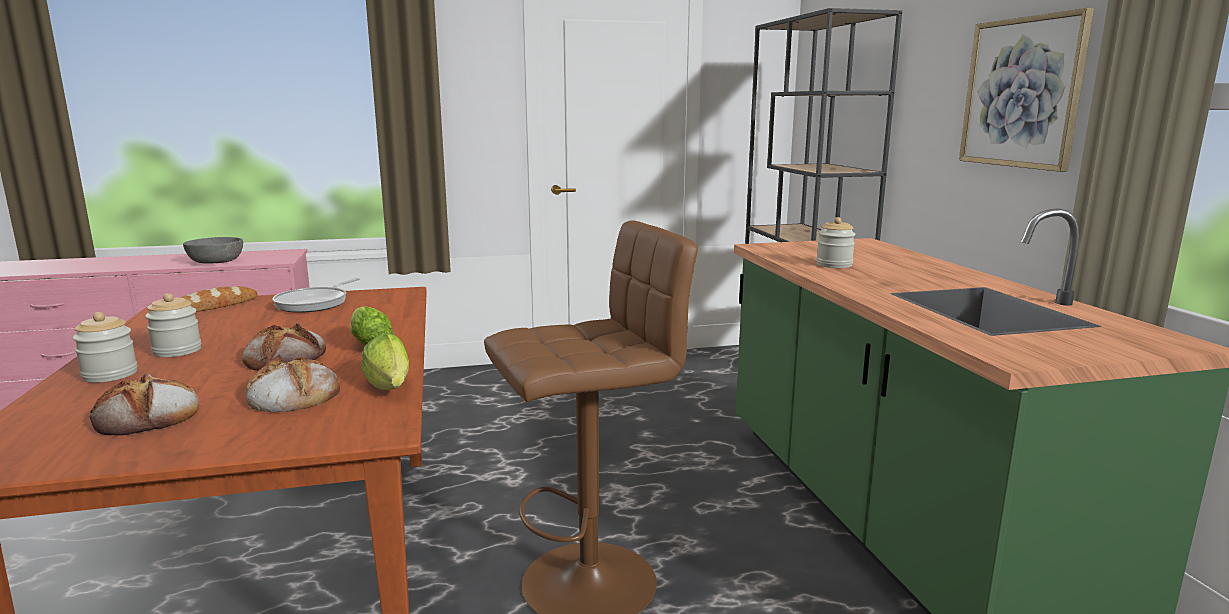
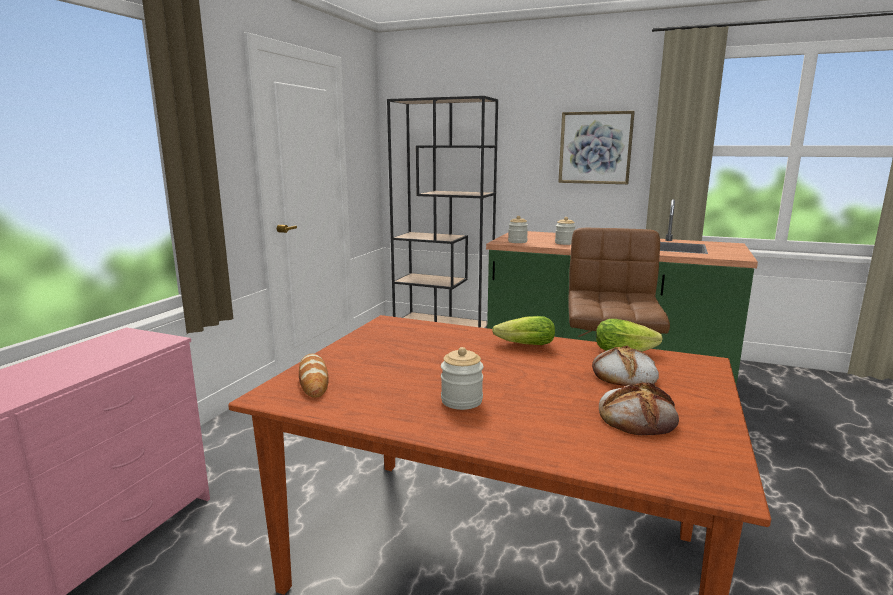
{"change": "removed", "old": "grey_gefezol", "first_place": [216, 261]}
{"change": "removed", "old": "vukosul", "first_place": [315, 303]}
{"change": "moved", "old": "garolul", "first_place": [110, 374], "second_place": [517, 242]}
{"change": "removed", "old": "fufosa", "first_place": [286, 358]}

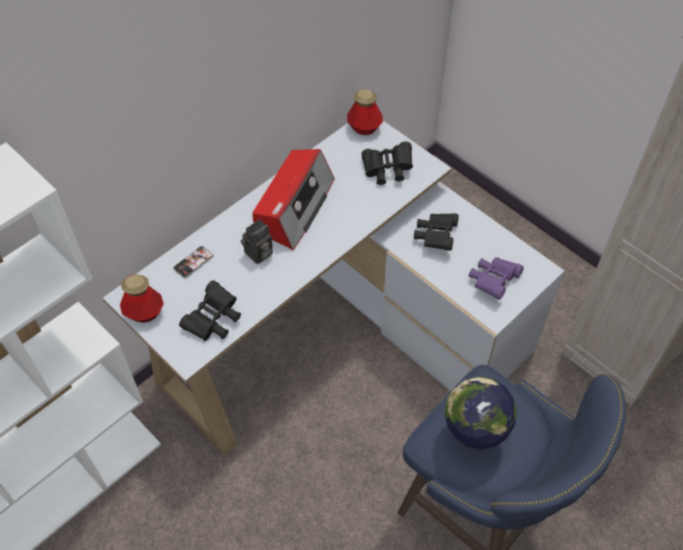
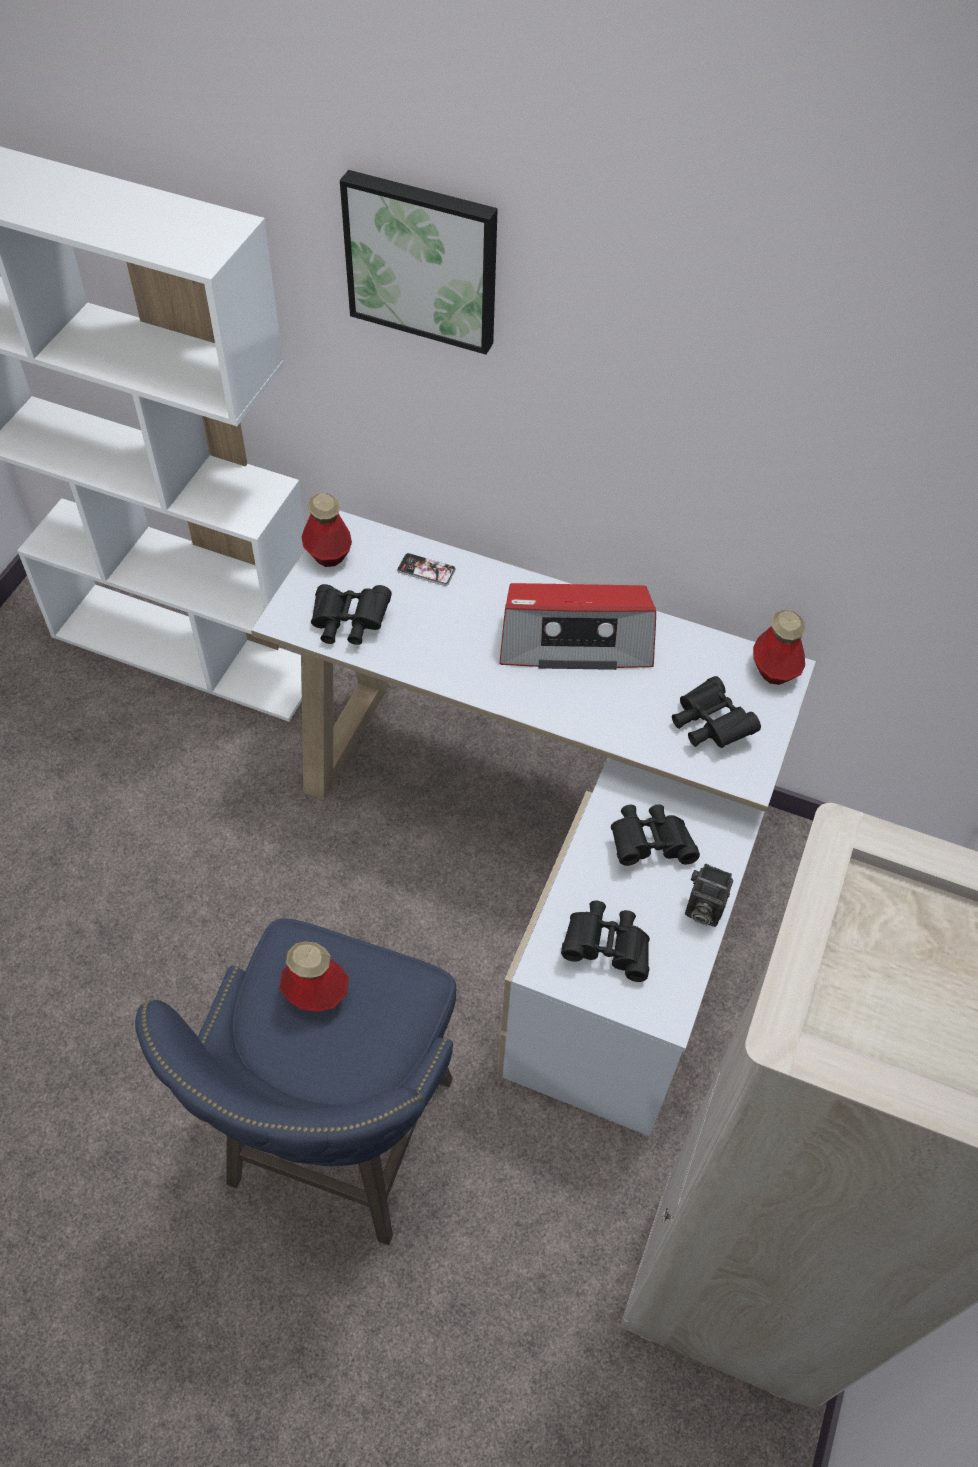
{"change": "moved", "old": "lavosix", "first_place": [259, 255], "second_place": [701, 909]}
{"change": "recoloured", "old": "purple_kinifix", "new": "black_kinifix", "first_place": [493, 281], "second_place": [607, 947]}
{"change": "replaced", "old": "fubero", "new": "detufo", "first_place": [473, 436], "second_place": [316, 993]}
{"change": "added", "new": "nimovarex", "second_place": [423, 259]}

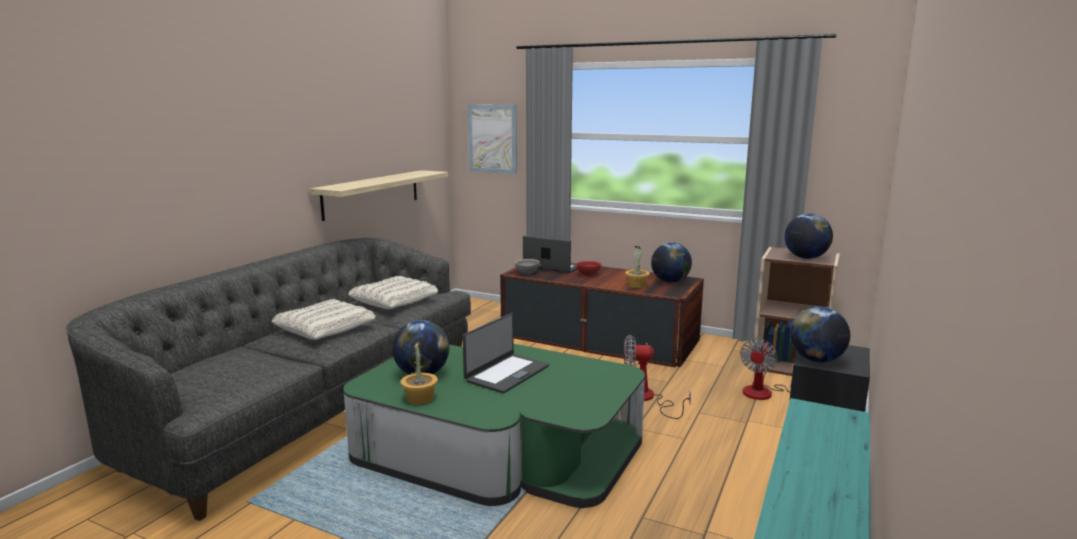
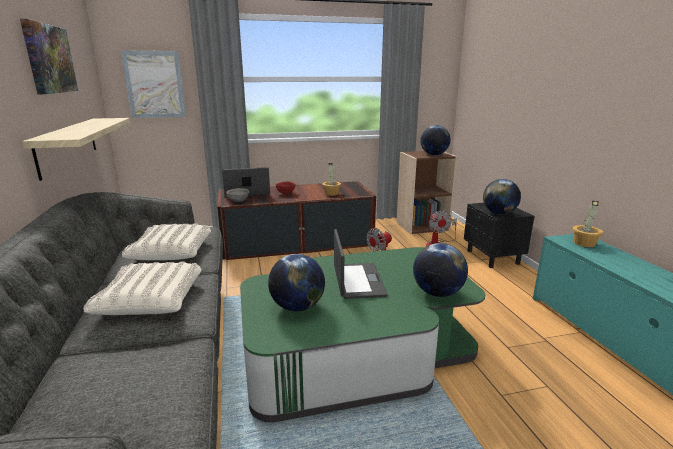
{"change": "moved", "old": "fubero", "first_place": [670, 281], "second_place": [437, 293]}
{"change": "moved", "old": "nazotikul", "first_place": [420, 398], "second_place": [584, 243]}
{"change": "added", "new": "nimovarex", "second_place": [49, 59]}

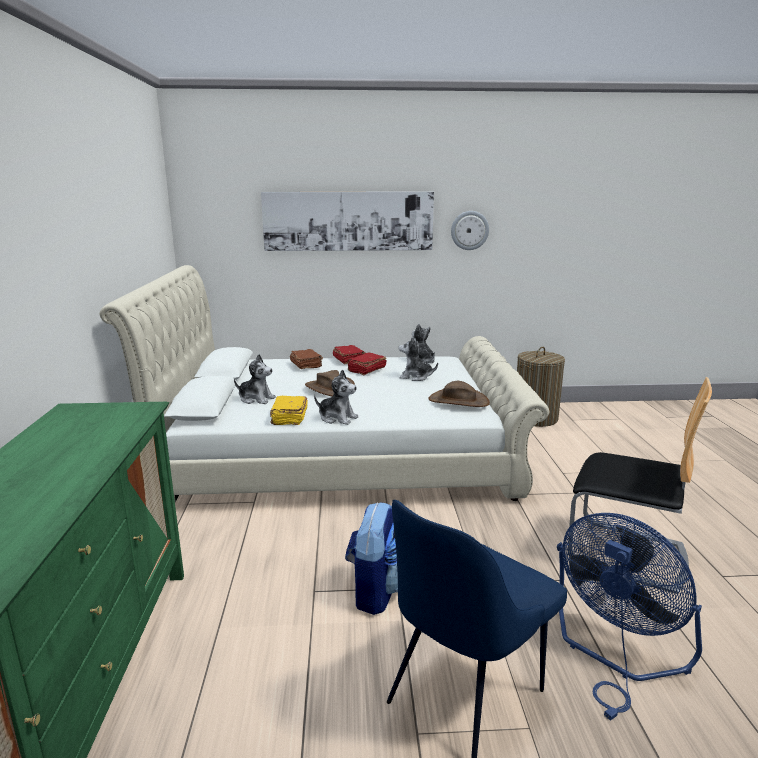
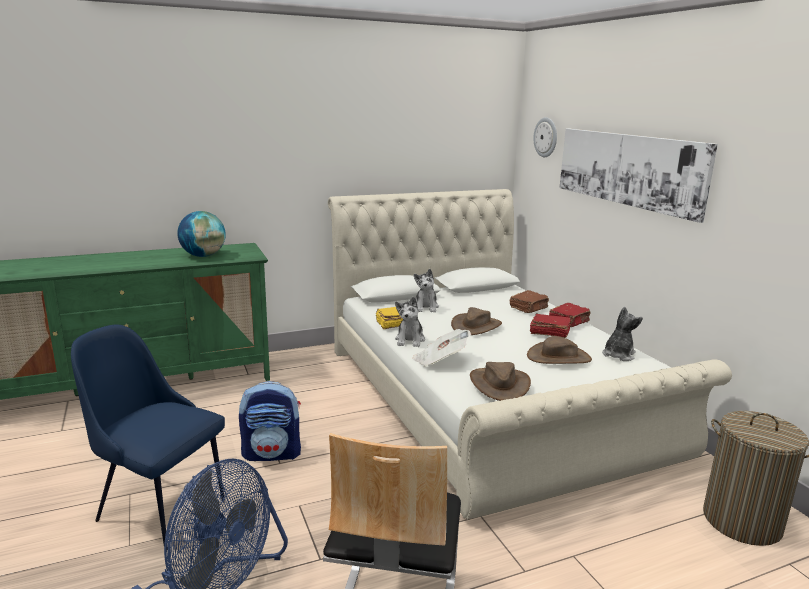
{"change": "moved", "old": "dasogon", "first_place": [469, 230], "second_place": [546, 137]}
{"change": "replaced", "old": "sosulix", "new": "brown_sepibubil", "first_place": [415, 377], "second_place": [559, 357]}
{"change": "added", "new": "fubero", "second_place": [203, 256]}
{"change": "added", "new": "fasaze", "second_place": [440, 361]}

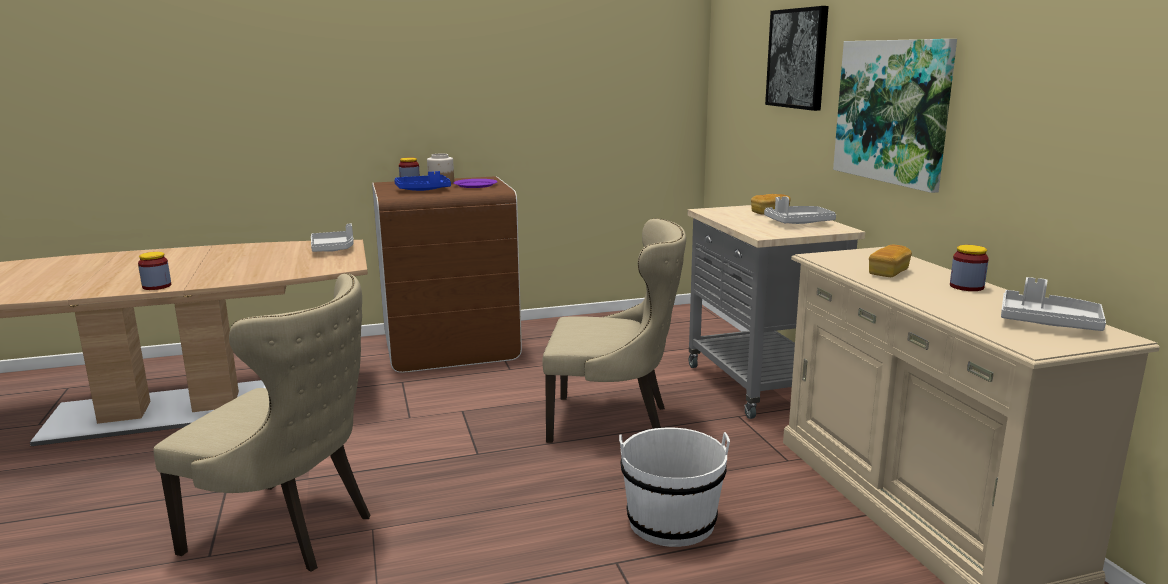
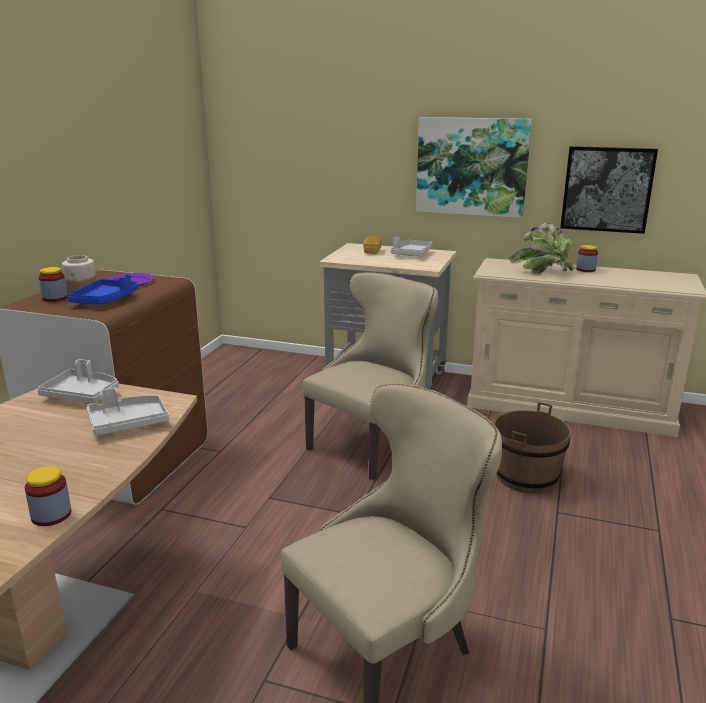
{"change": "moved", "old": "nimovarex", "first_place": [797, 58], "second_place": [607, 189]}
{"change": "replaced", "old": "fufosa", "new": "nazotikul", "first_place": [888, 273], "second_place": [542, 272]}
{"change": "moved", "old": "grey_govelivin", "first_place": [1048, 323], "second_place": [128, 423]}
{"change": "recoloured", "old": "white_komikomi", "new": "brown_komikomi", "first_place": [671, 522], "second_place": [526, 476]}

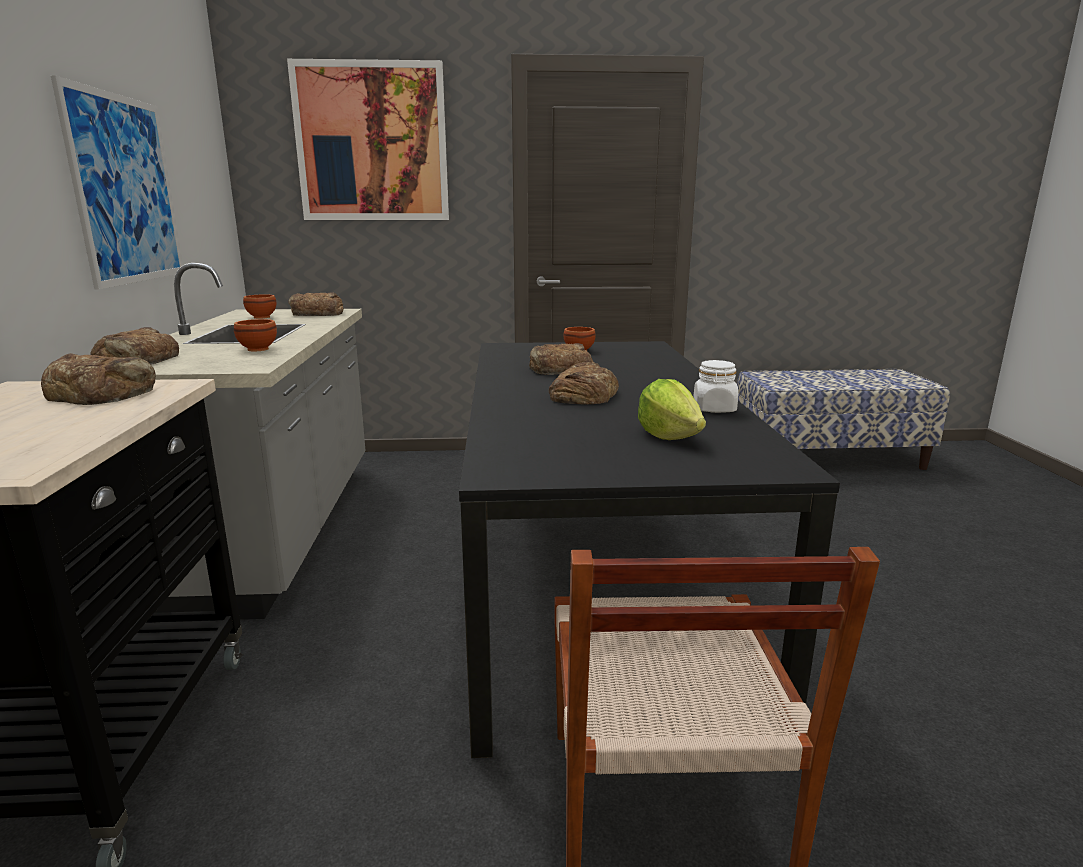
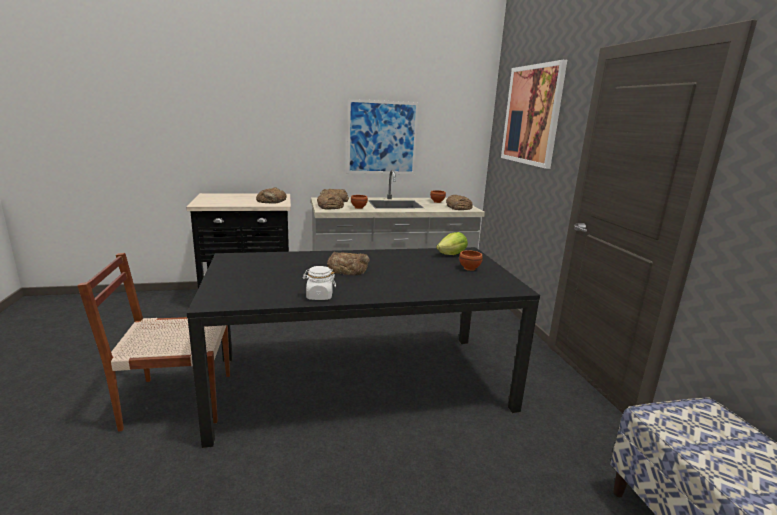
{"change": "moved", "old": "fufosa", "first_place": [559, 369], "second_place": [329, 206]}
{"change": "moved", "old": "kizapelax", "first_place": [669, 436], "second_place": [452, 255]}

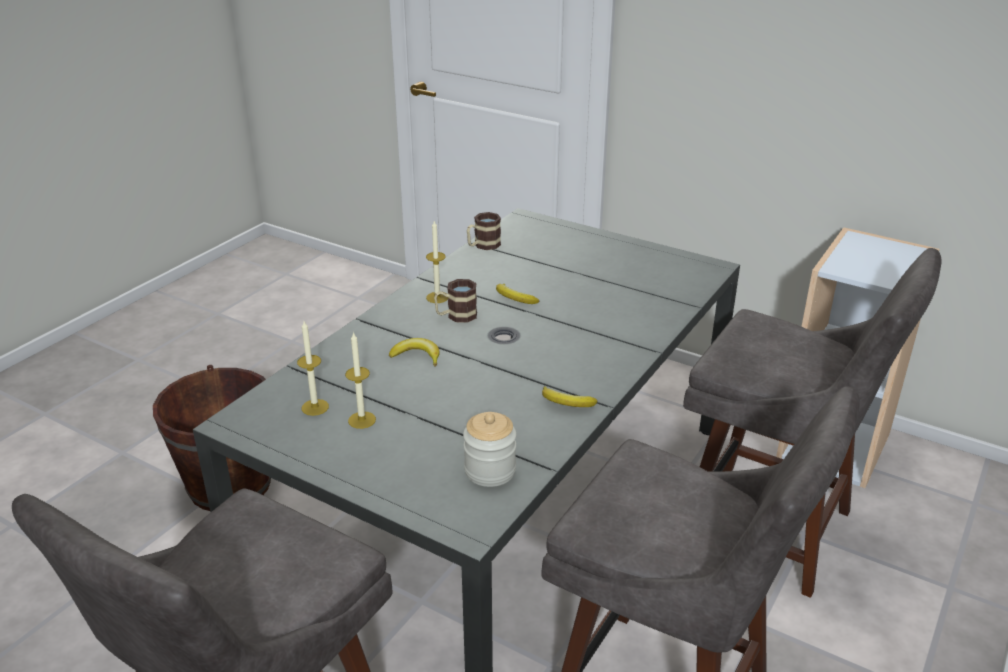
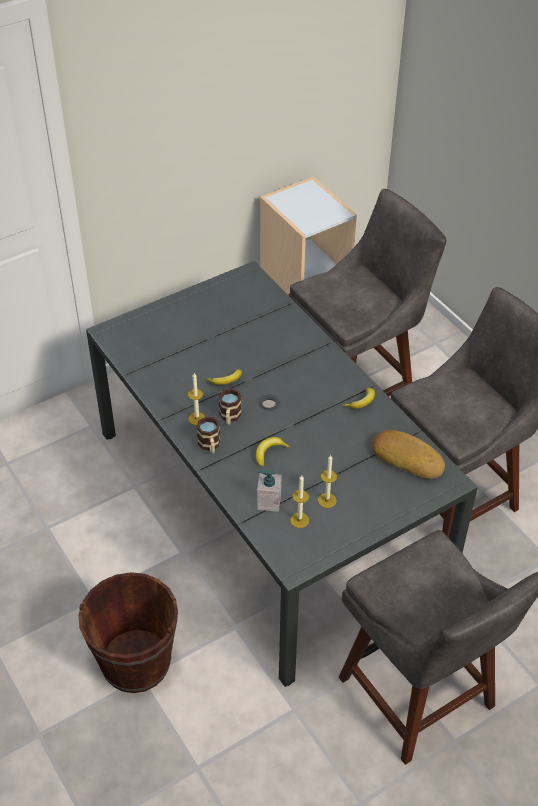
{"change": "moved", "old": "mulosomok", "first_place": [483, 246], "second_place": [210, 446]}
{"change": "replaced", "old": "garolul", "new": "fufosa", "first_place": [490, 471], "second_place": [407, 457]}
{"change": "added", "new": "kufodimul", "second_place": [268, 502]}

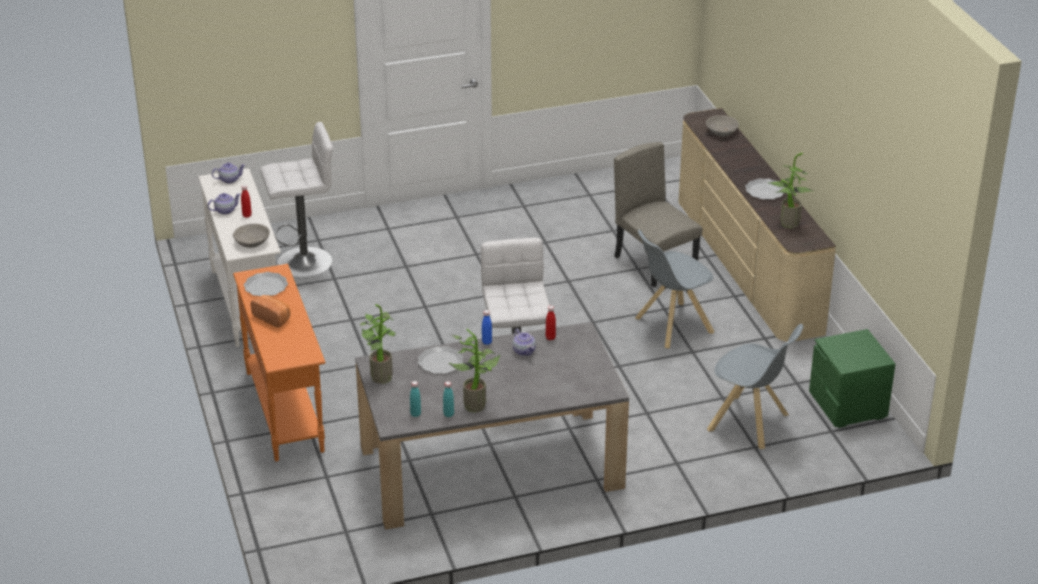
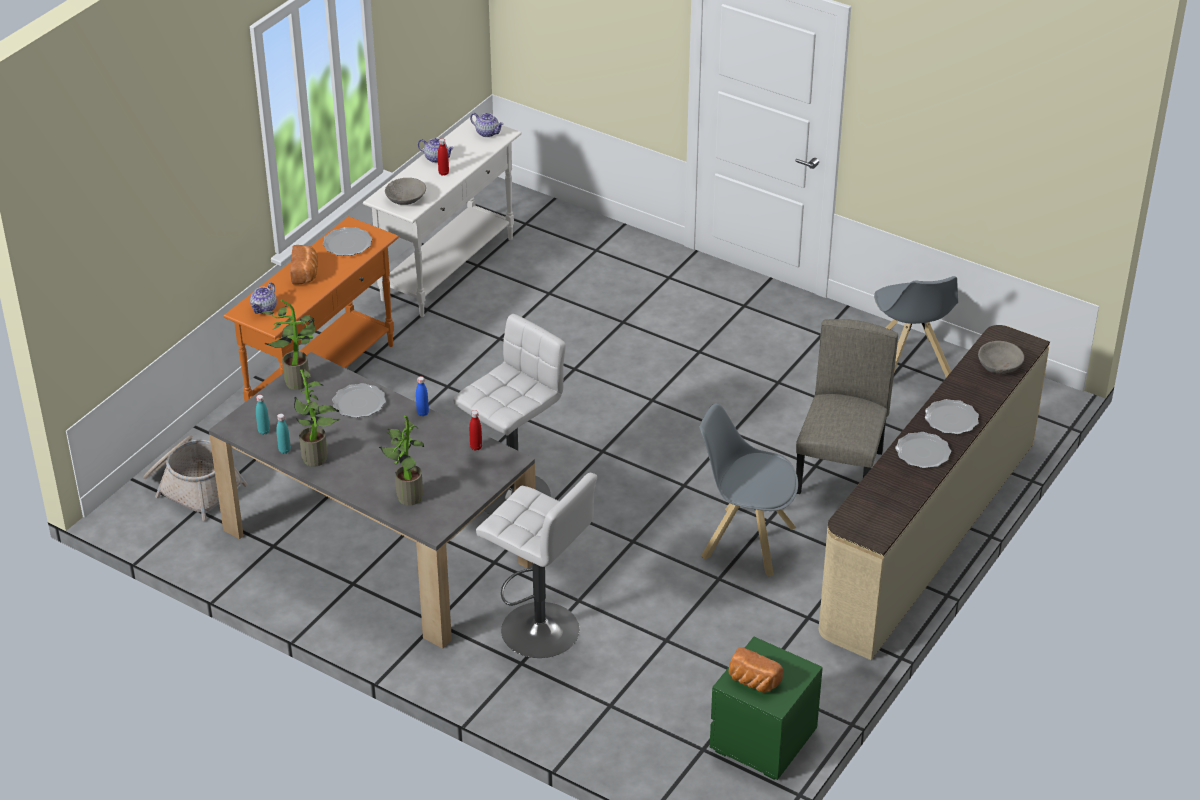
{"change": "moved", "old": "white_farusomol", "first_place": [305, 262], "second_place": [540, 631]}
{"change": "moved", "old": "nazotikul", "first_place": [787, 224], "second_place": [406, 496]}
{"change": "moved", "old": "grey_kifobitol", "first_place": [750, 423], "second_place": [909, 365]}
{"change": "moved", "old": "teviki", "first_place": [524, 351], "second_place": [264, 309]}
{"change": "added", "new": "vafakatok", "second_place": [951, 419]}
{"change": "added", "new": "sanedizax", "second_place": [192, 486]}
{"change": "added", "new": "fufosa", "second_place": [752, 682]}

